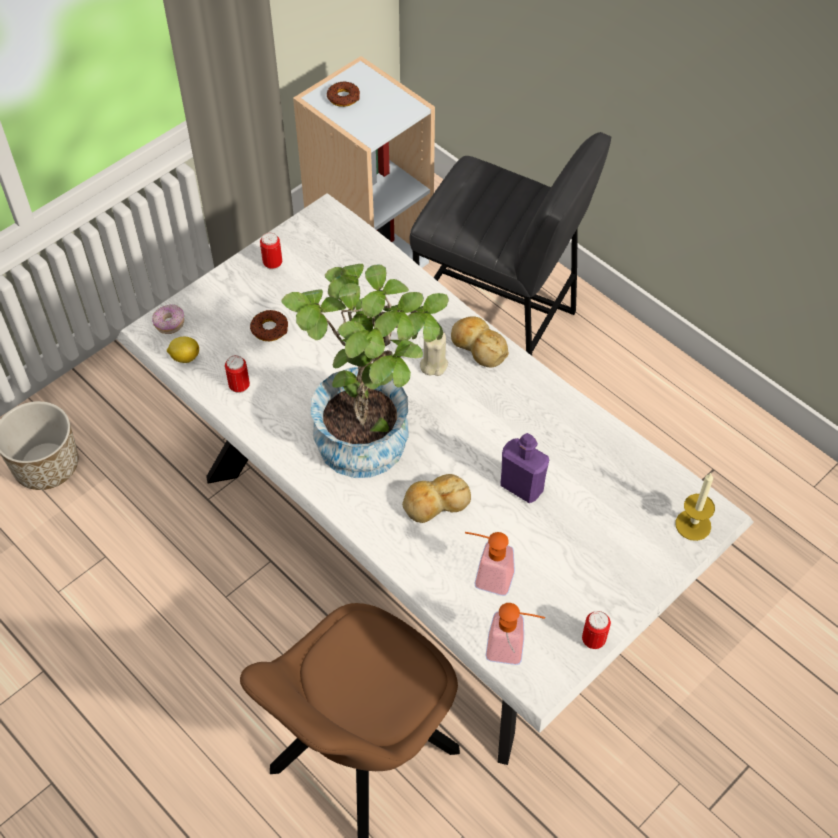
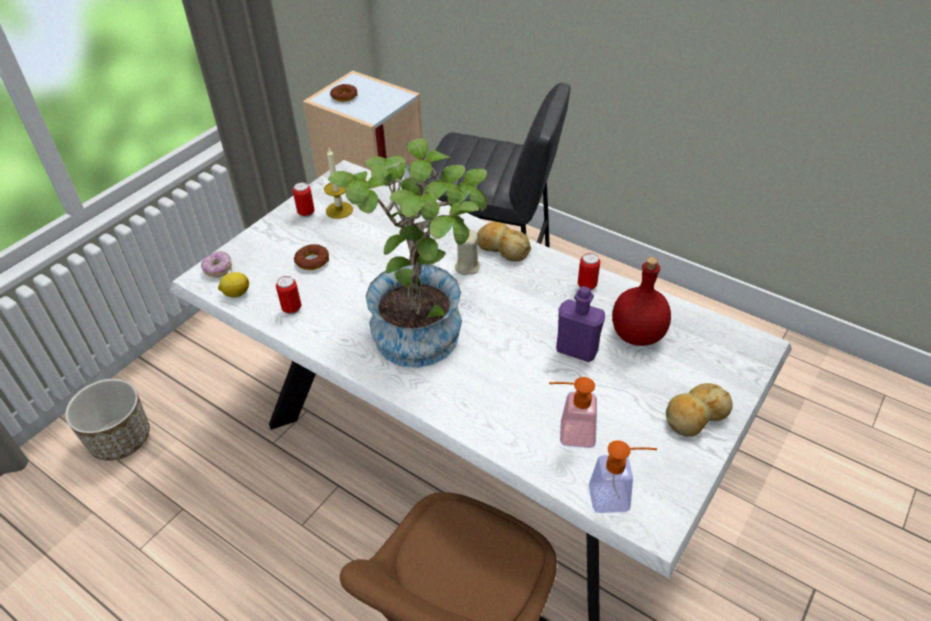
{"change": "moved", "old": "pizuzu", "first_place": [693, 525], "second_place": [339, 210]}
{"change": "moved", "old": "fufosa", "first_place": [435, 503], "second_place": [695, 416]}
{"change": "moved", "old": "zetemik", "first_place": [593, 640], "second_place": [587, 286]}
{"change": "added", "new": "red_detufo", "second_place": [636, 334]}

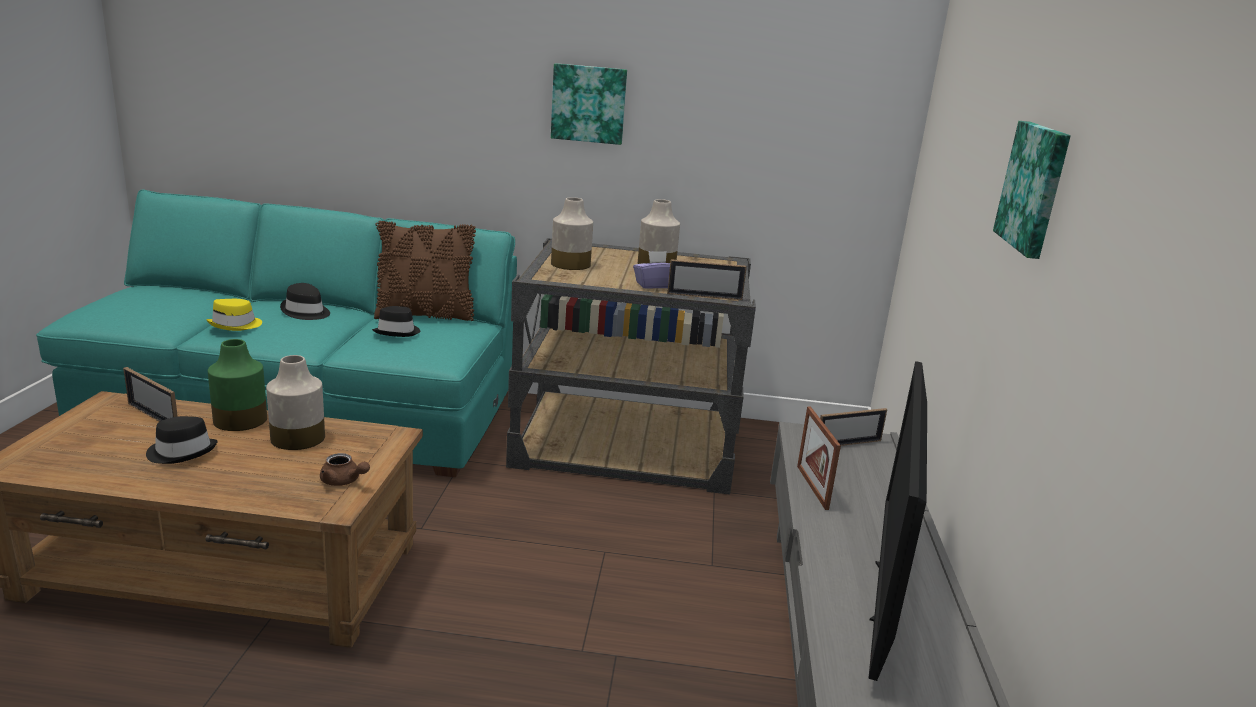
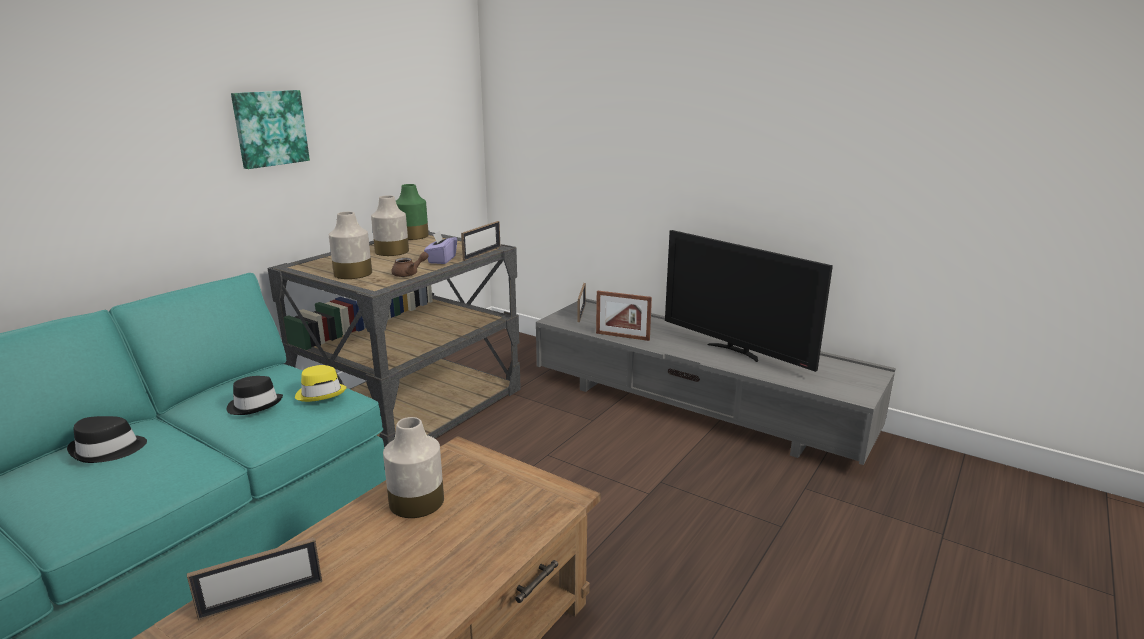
{"change": "removed", "old": "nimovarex", "first_place": [1035, 187]}
{"change": "removed", "old": "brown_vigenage", "first_place": [425, 315]}
{"change": "moved", "old": "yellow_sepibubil", "first_place": [235, 325], "second_place": [321, 393]}
{"change": "moved", "old": "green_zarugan", "first_place": [240, 419], "second_place": [412, 236]}
{"change": "removed", "old": "black_sepibubil", "first_place": [182, 451]}
{"change": "moved", "old": "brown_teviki", "first_place": [343, 481], "second_place": [409, 274]}

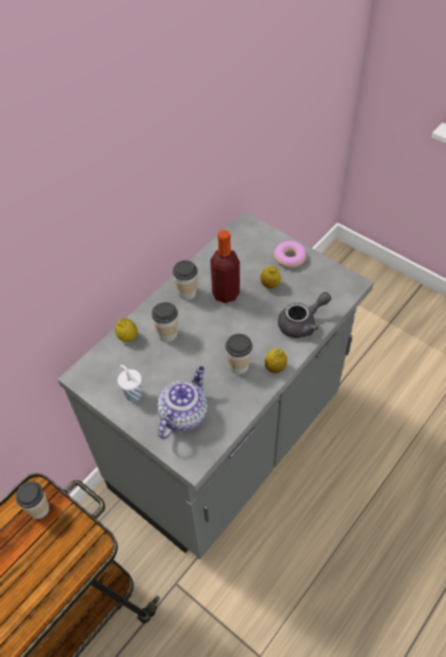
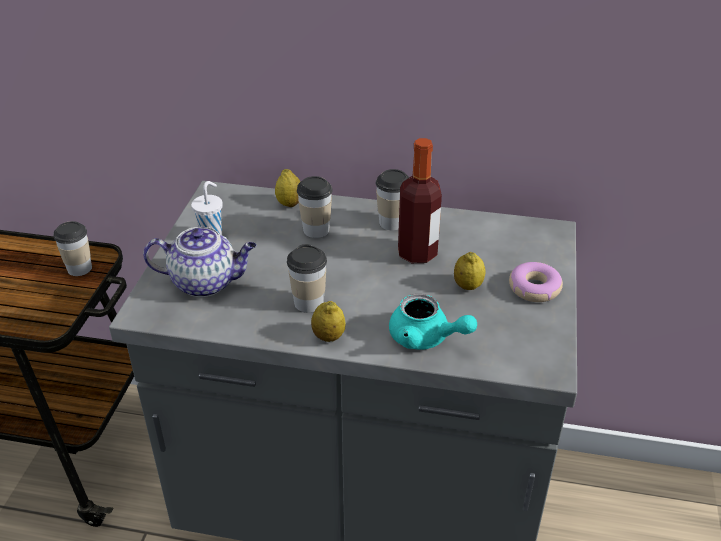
{"change": "recoloured", "old": "grey_teviki", "new": "turquoise_teviki", "first_place": [302, 323], "second_place": [426, 338]}

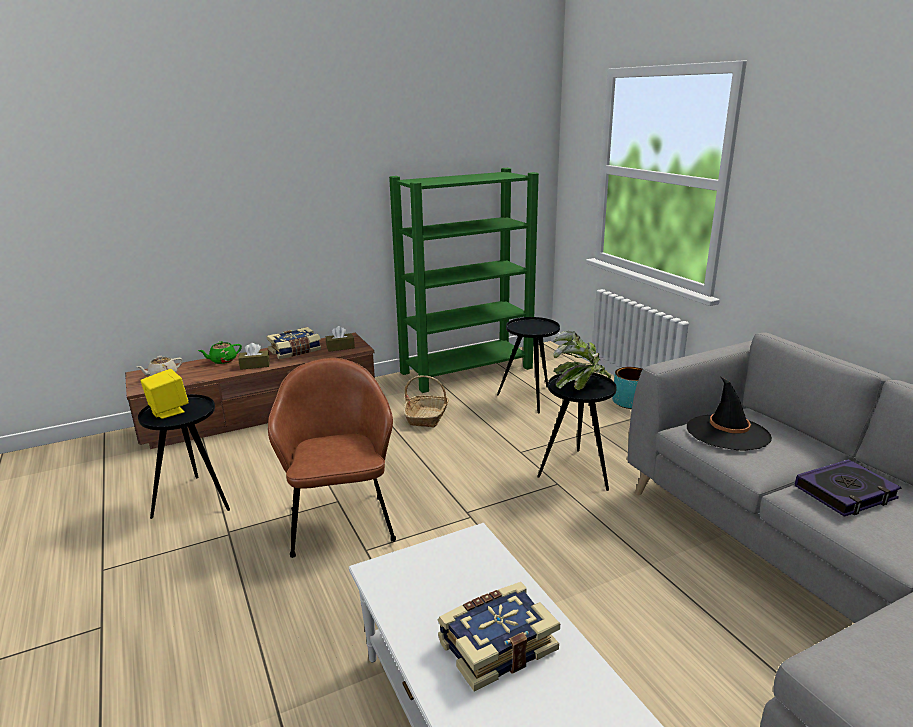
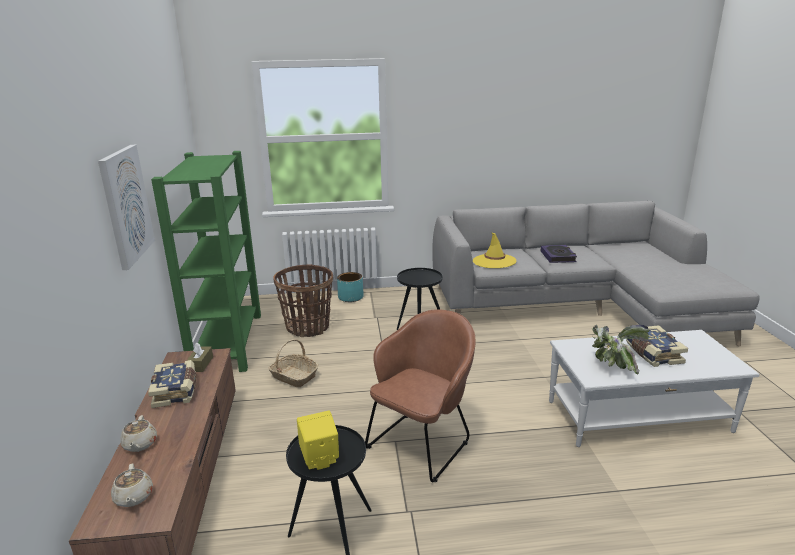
{"change": "replaced", "old": "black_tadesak", "new": "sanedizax", "first_place": [530, 397], "second_place": [308, 327]}
{"change": "moved", "old": "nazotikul", "first_place": [579, 386], "second_place": [611, 366]}
{"change": "recoloured", "old": "green_teviki", "new": "beige_teviki", "first_place": [222, 360], "second_place": [140, 444]}
{"change": "removed", "old": "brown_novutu", "first_place": [255, 365]}
{"change": "turned", "old": "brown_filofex", "first_place": [341, 519], "second_place": [423, 442], "degrees": 120}
{"change": "recoloured", "old": "black_sepibubil", "new": "yellow_sepibubil", "first_place": [727, 433], "second_place": [494, 261]}
{"change": "added", "new": "nimovarex", "second_place": [126, 205]}

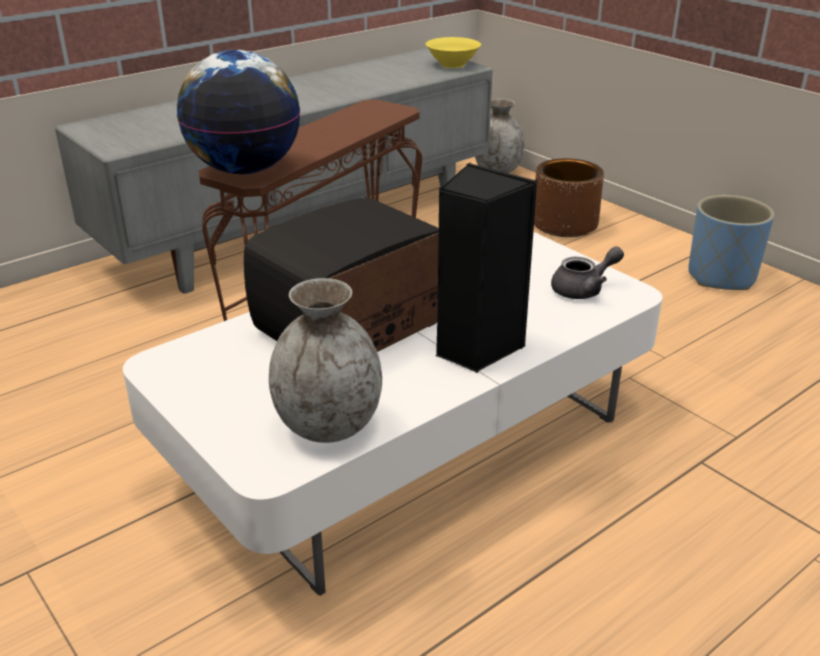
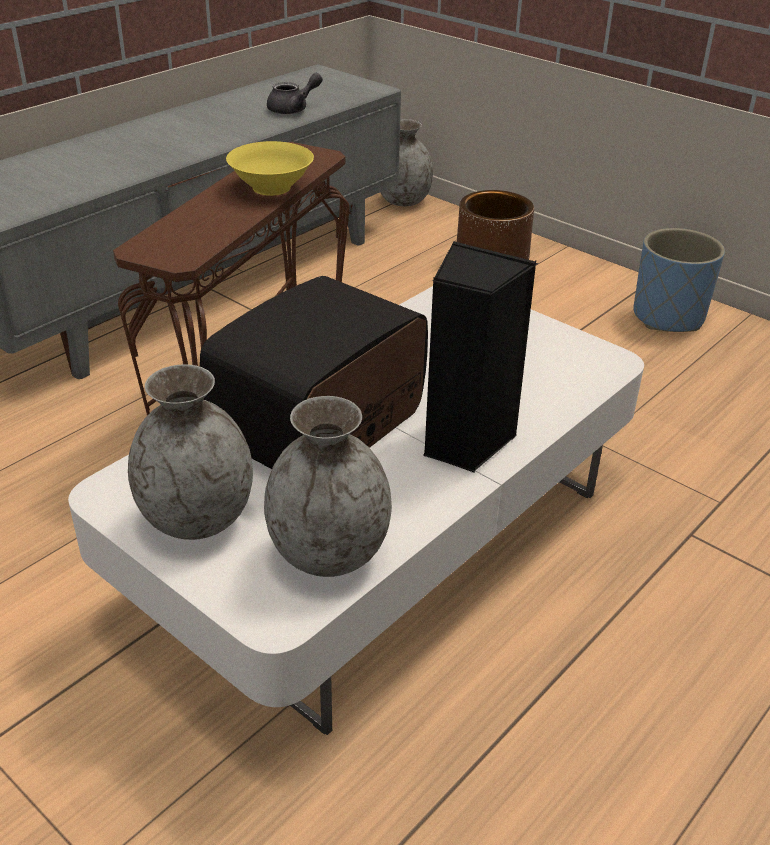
{"change": "moved", "old": "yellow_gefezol", "first_place": [453, 65], "second_place": [272, 188]}
{"change": "removed", "old": "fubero", "first_place": [245, 169]}
{"change": "moved", "old": "grey_teviki", "first_place": [584, 289], "second_place": [293, 109]}
{"change": "added", "new": "grey_zarugan", "second_place": [197, 518]}

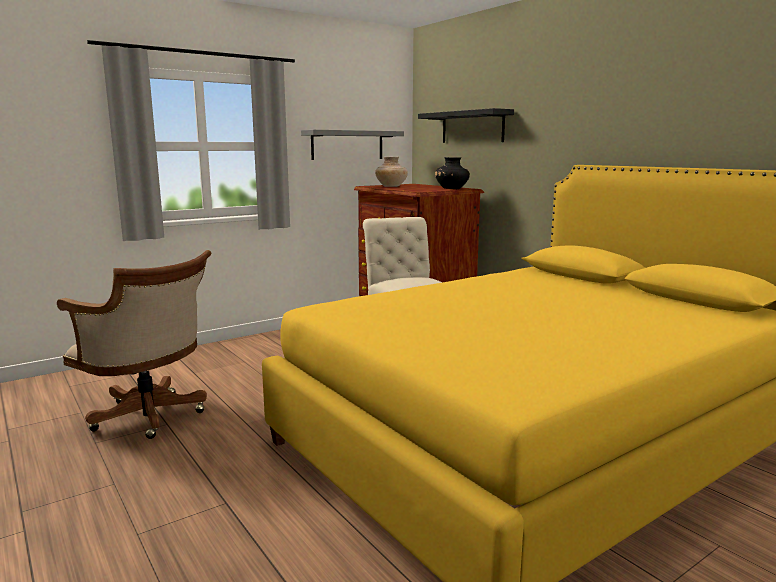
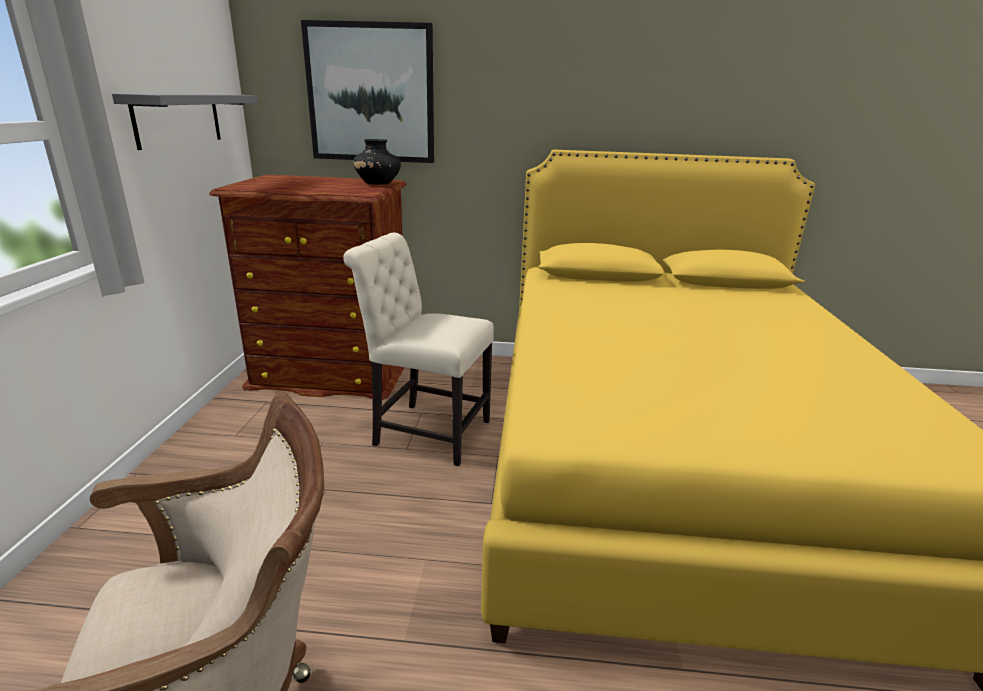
{"change": "replaced", "old": "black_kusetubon", "new": "nimovarex", "first_place": [472, 127], "second_place": [371, 94]}
{"change": "removed", "old": "beige_zarugan", "first_place": [391, 186]}

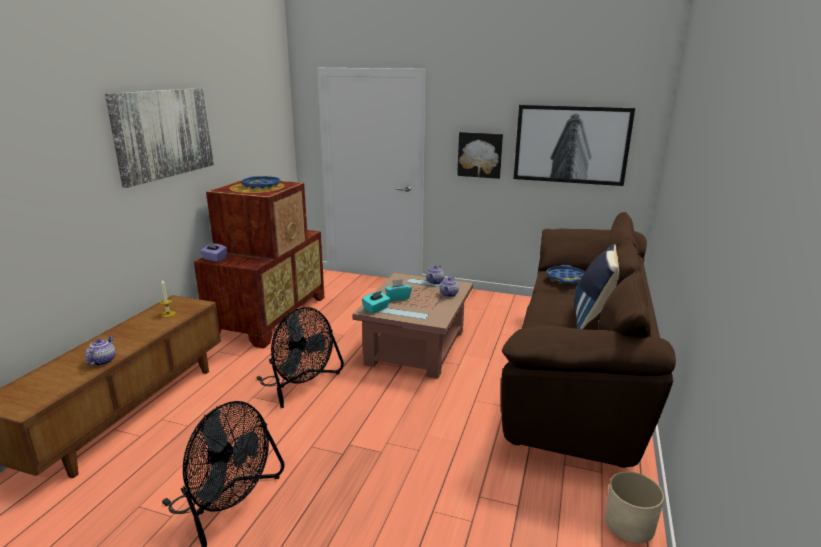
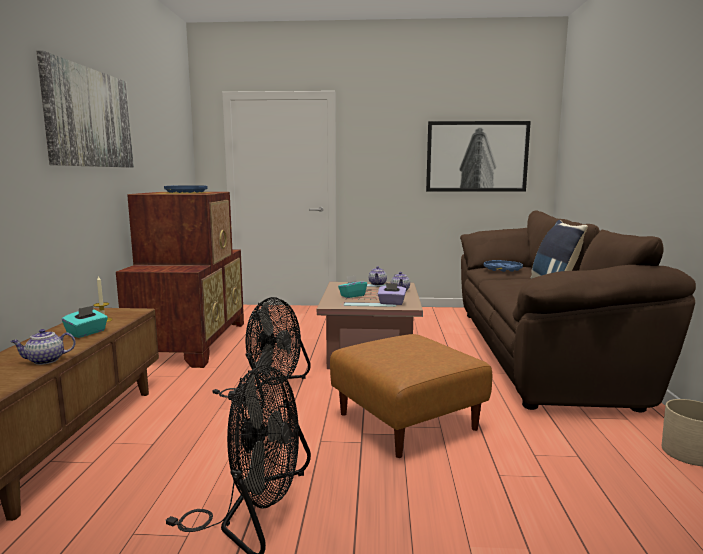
{"change": "removed", "old": "nimovarex", "first_place": [480, 155]}
{"change": "moved", "old": "purple_novutu", "first_place": [214, 259], "second_place": [391, 303]}
{"change": "moved", "old": "turquoise_novutu", "first_place": [376, 309], "second_place": [87, 333]}
{"change": "turned", "old": "teviki", "first_place": [103, 361], "second_place": [45, 361], "degrees": -105}
{"change": "added", "new": "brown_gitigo", "second_place": [408, 421]}

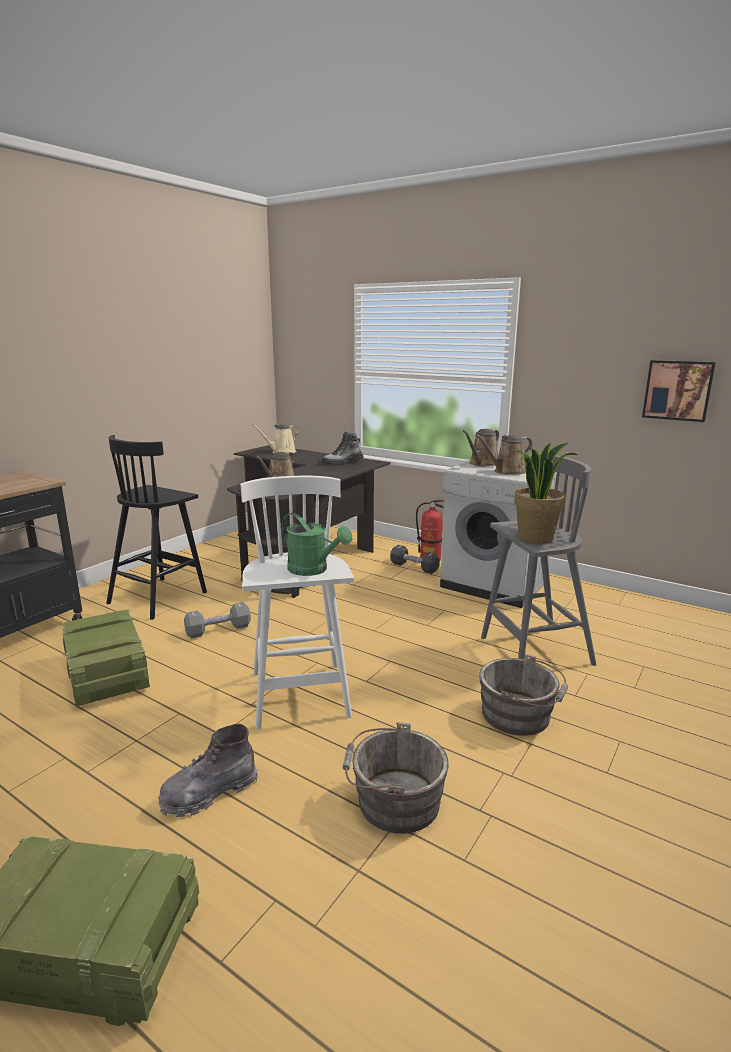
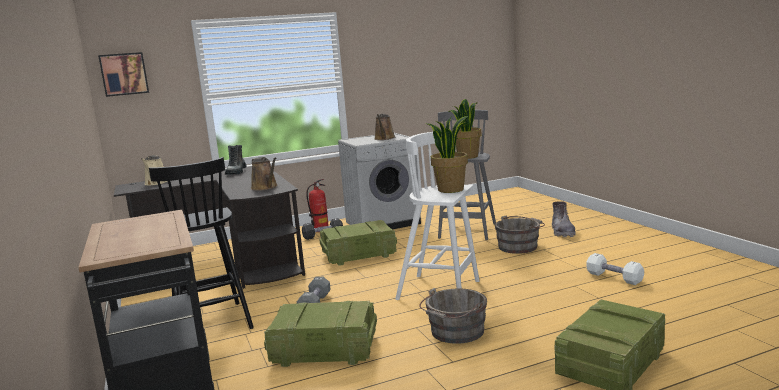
{"change": "moved", "old": "nimovarex", "first_place": [678, 390], "second_place": [124, 74]}
{"change": "removed", "old": "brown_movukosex", "first_place": [482, 463]}
{"change": "replaced", "old": "green_movukosex", "new": "nazotikul", "first_place": [313, 570], "second_place": [451, 189]}
{"change": "moved", "old": "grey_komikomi", "first_place": [393, 801], "second_place": [455, 332]}
{"change": "moved", "old": "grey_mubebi", "first_place": [209, 793], "second_place": [562, 232]}
{"change": "added", "new": "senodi", "second_place": [360, 254]}
{"change": "added", "new": "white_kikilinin", "second_place": [614, 278]}

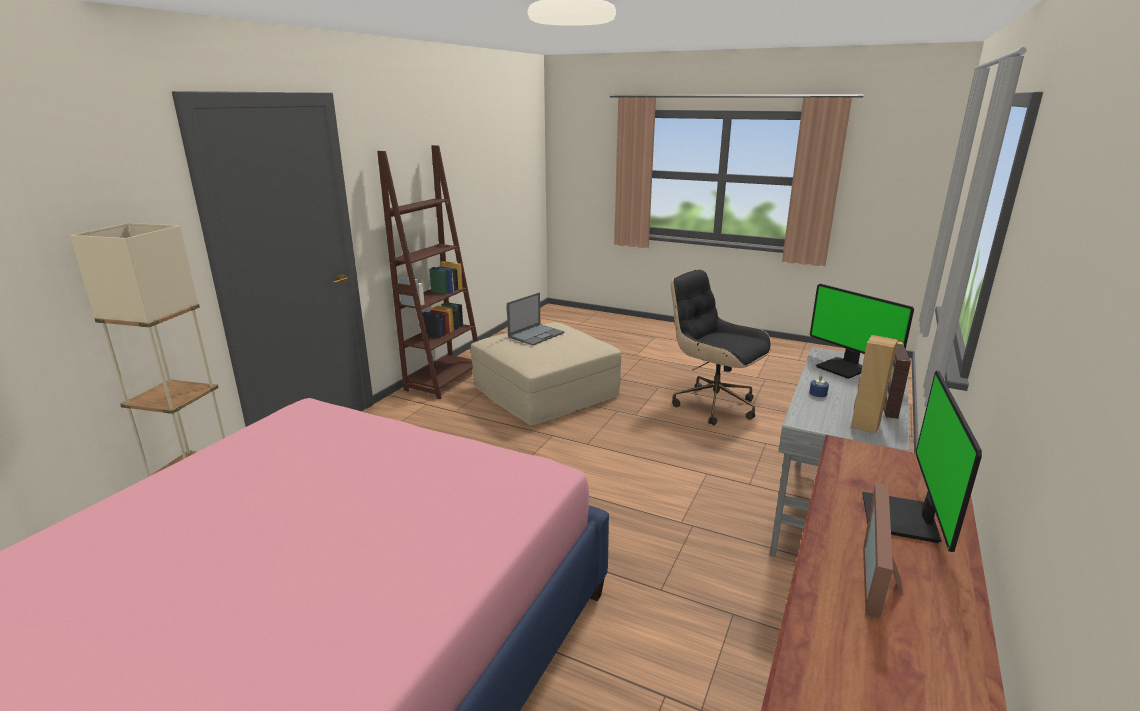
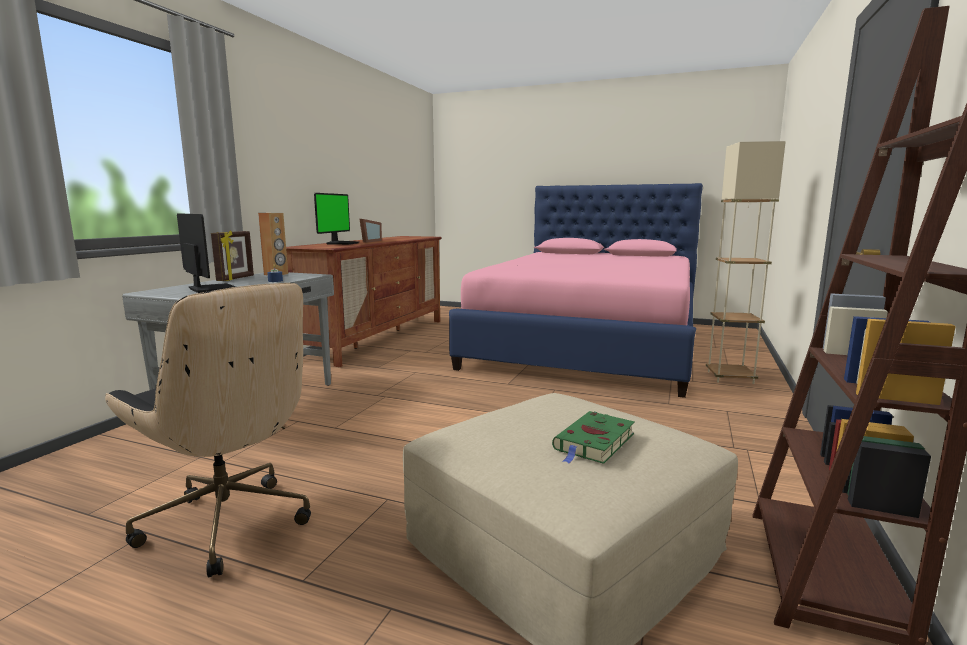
{"change": "replaced", "old": "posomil", "new": "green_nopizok", "first_place": [536, 335], "second_place": [594, 443]}

